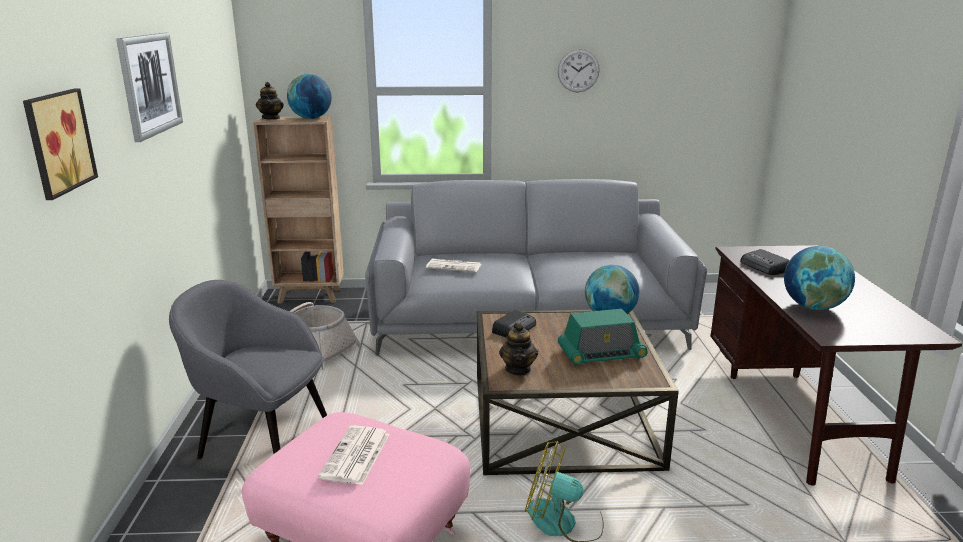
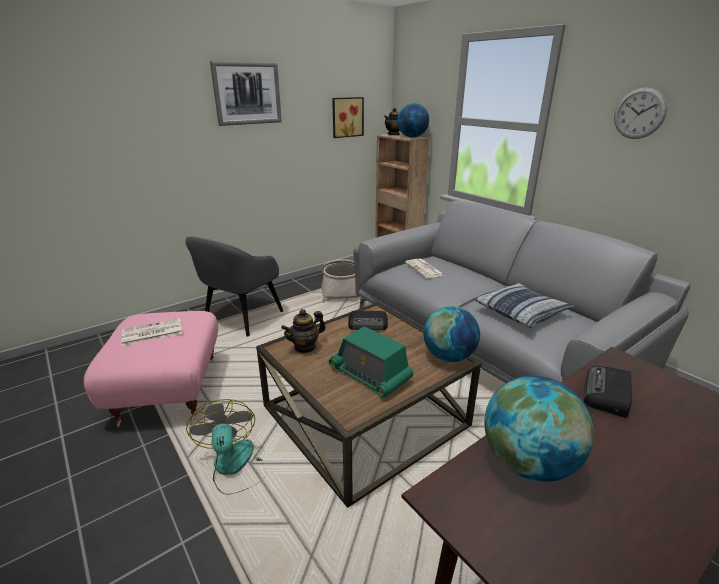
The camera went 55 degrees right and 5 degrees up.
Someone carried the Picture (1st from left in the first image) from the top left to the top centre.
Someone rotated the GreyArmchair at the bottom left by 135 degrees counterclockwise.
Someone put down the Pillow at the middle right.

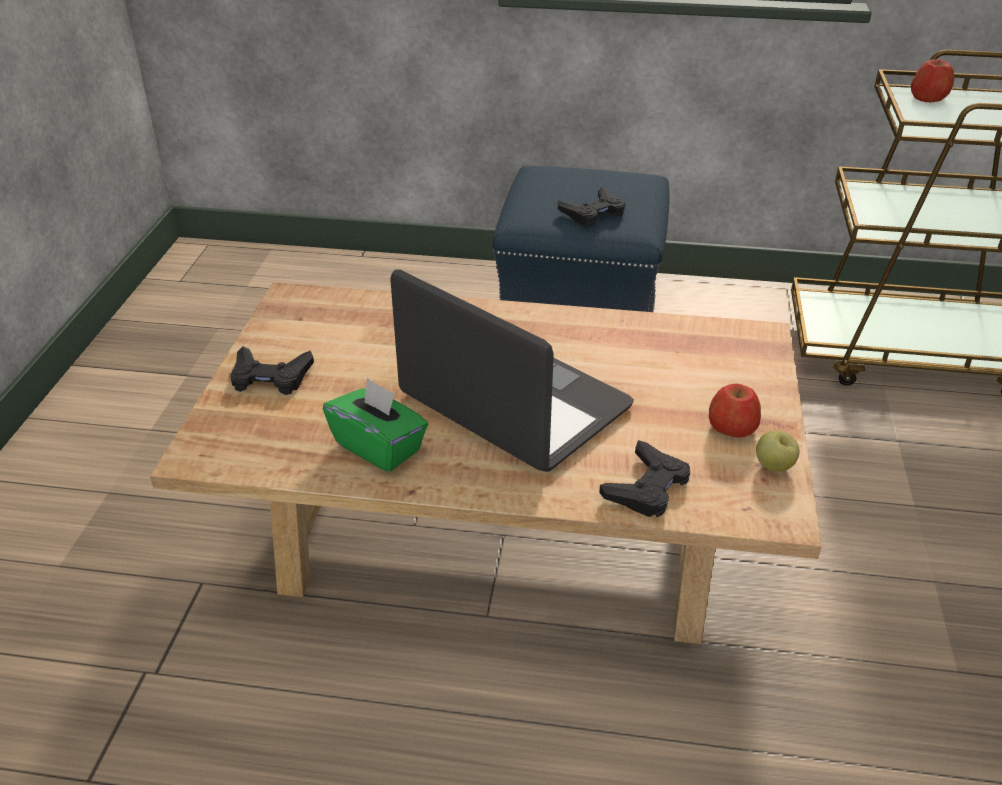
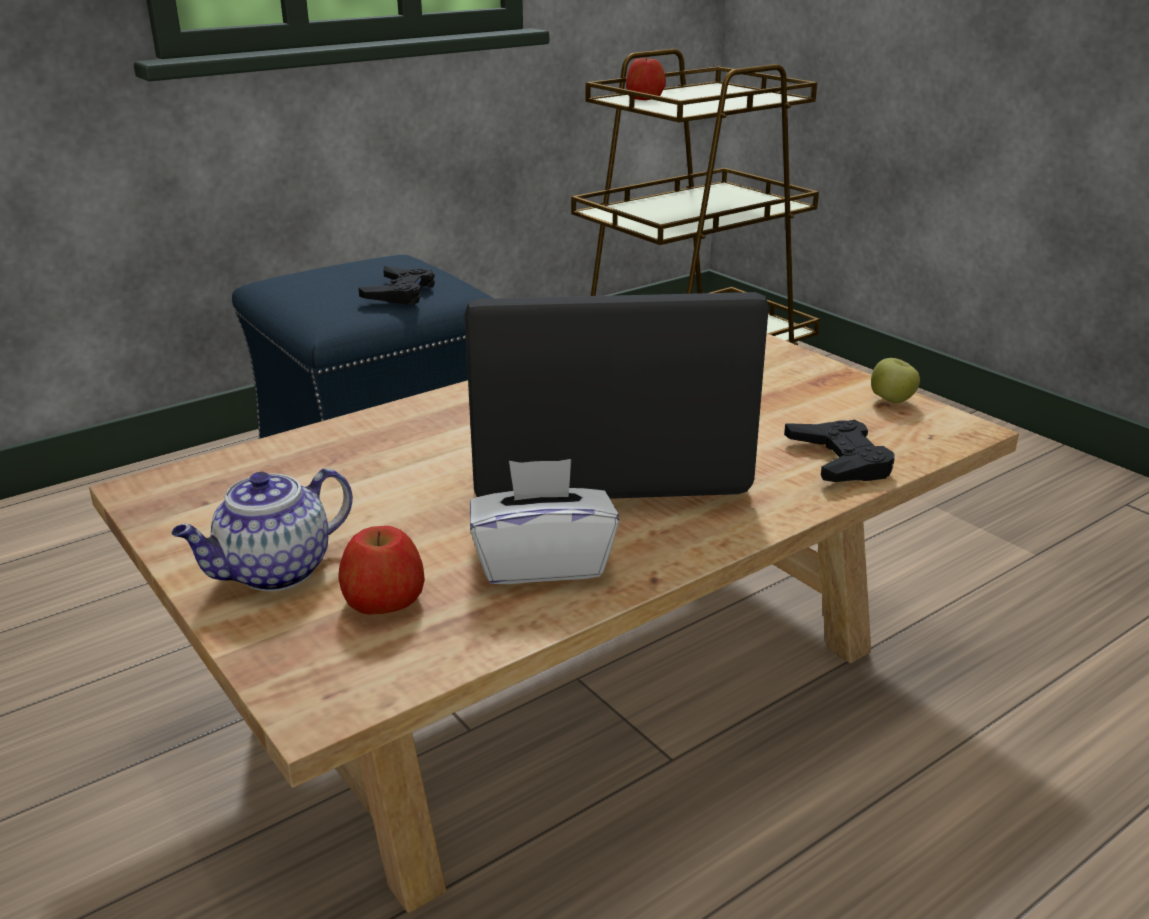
The camera went 45 degrees left and 10 degrees down.
Someone swapped the BlackGameController (1st from left) at the middle left for the Teapot at the middle left.
Someone repainted the GreenTissueBox at the centre, which became the WhiteTissueBox at the centre.
Someone carried the Apple (1st from left) from the middle right to the middle left.

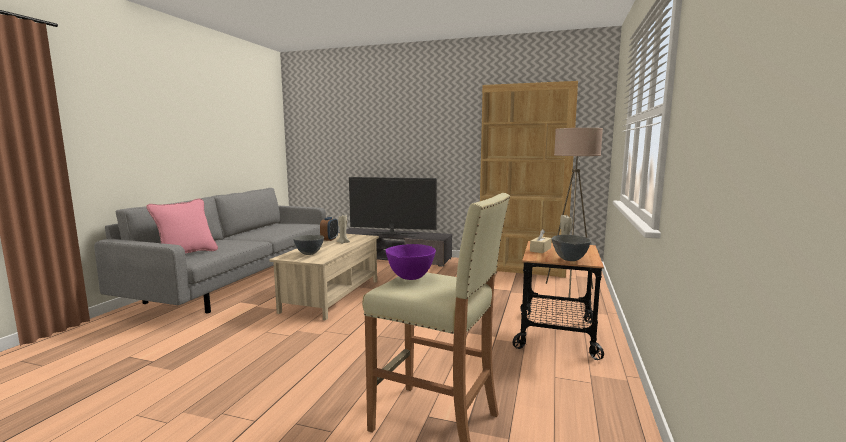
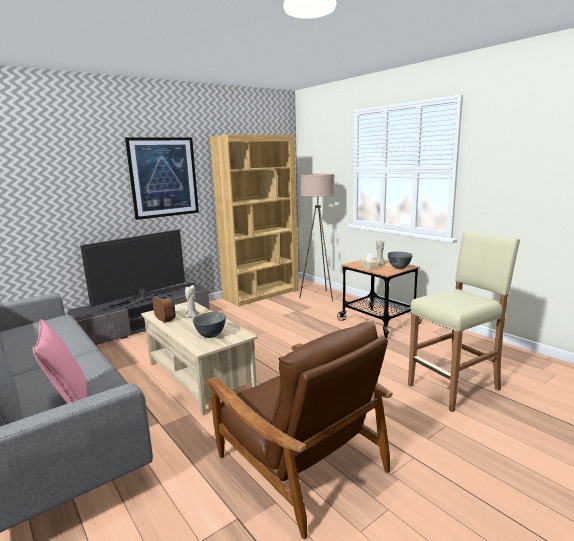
The camera went 55 degrees left and 5 degrees up.
Someone took away the PurpleBowl at the centre.
Someone put up the Picture at the top left.
Someone put down the BrownArmchair at the bottom centre.

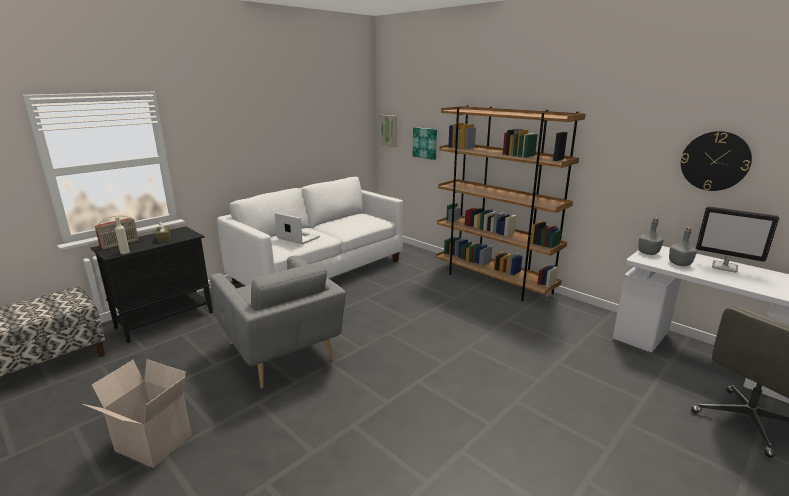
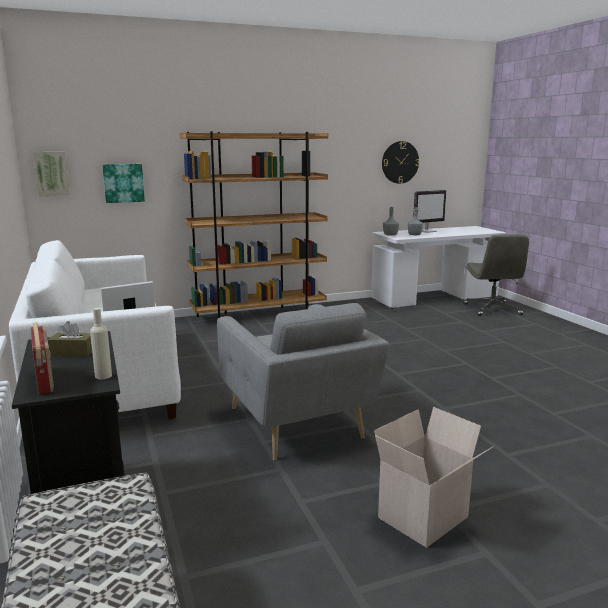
The camera went 65 degrees left and 5 degrees down.
Someone rotated the GreyArmchair at the centre by 75 degrees clockwise.

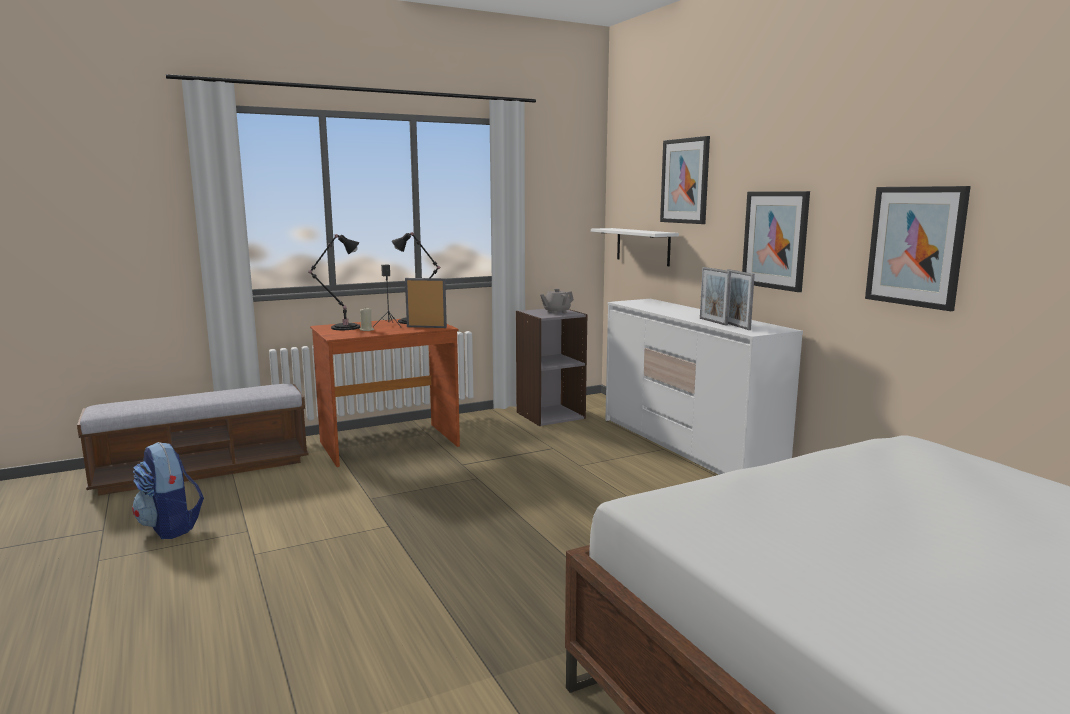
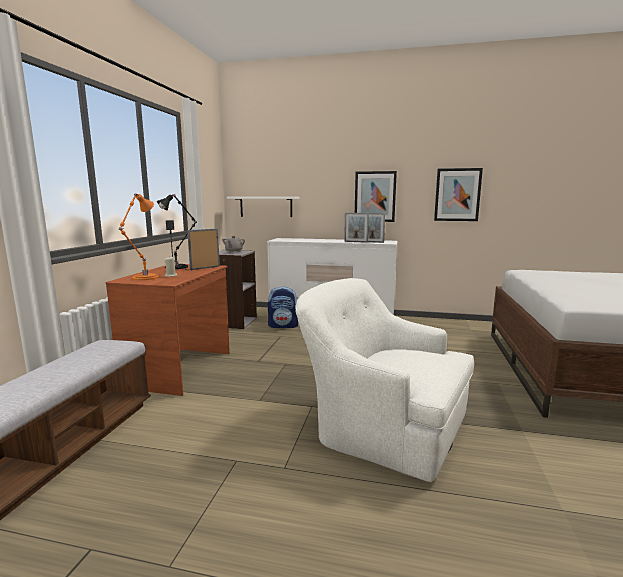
The camera went 50 degrees left and 0 degrees up.
Someone took away the Picture (1st from left) at the top centre.
Someone repainted the BlackTableLamp (1st from left) at the middle left, which became the OrangeTableLamp at the middle left.
Someone carried the Backpack from the bottom left to the centre.
Someone put down the WhiteArmchair at the centre.

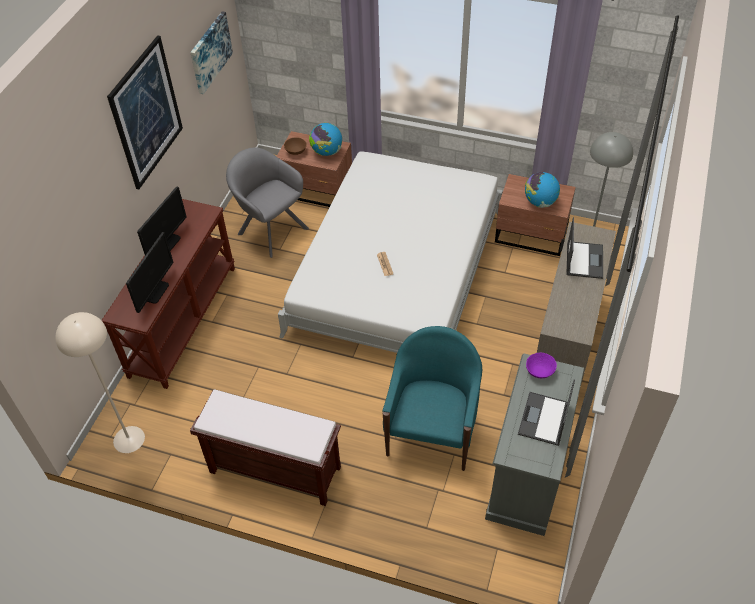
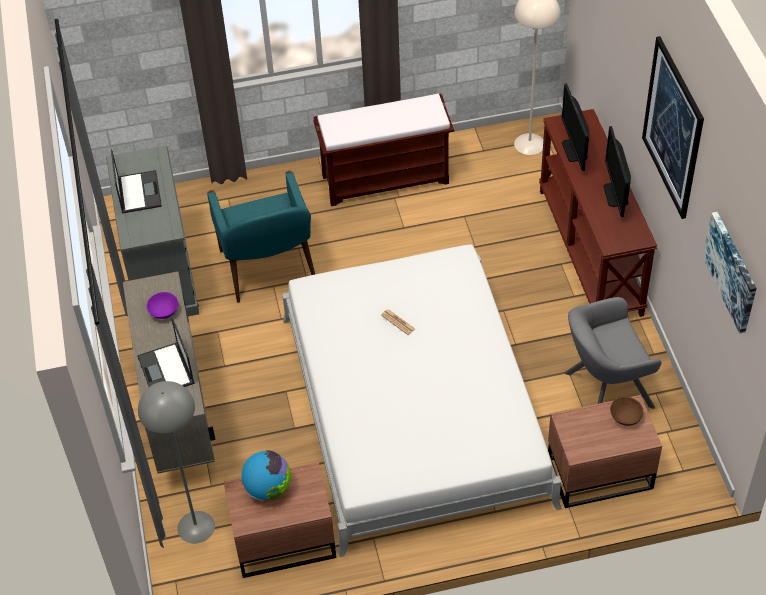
The camera went 150 degrees right and 0 degrees up.
Someone took away the Globe (1st from left) at the top centre.
Someone rotated the GreyArmchair at the centre by 150 degrees clockwise.
Someone carried the PurpleBowl from the middle right to the middle left.

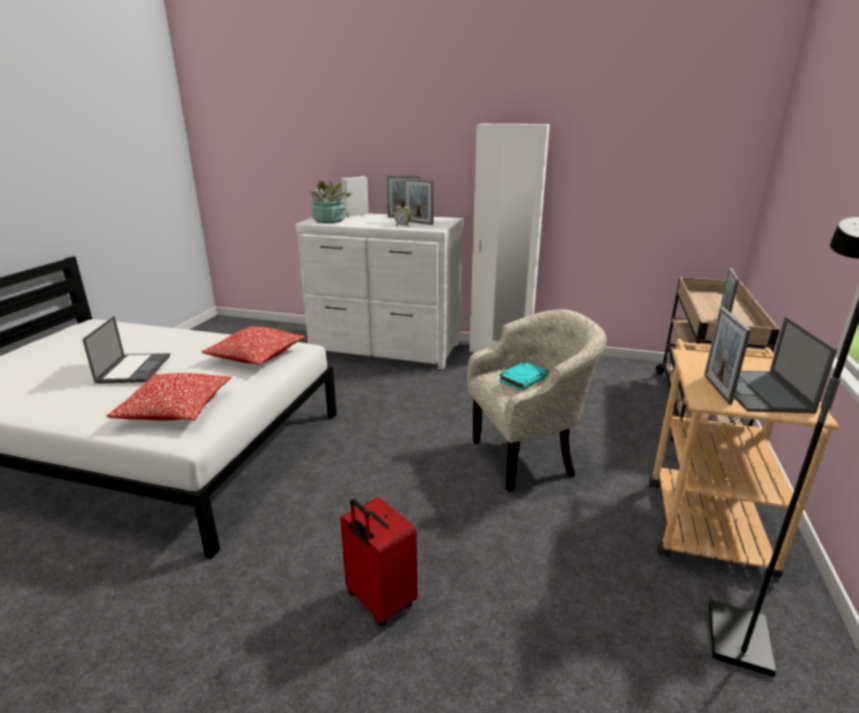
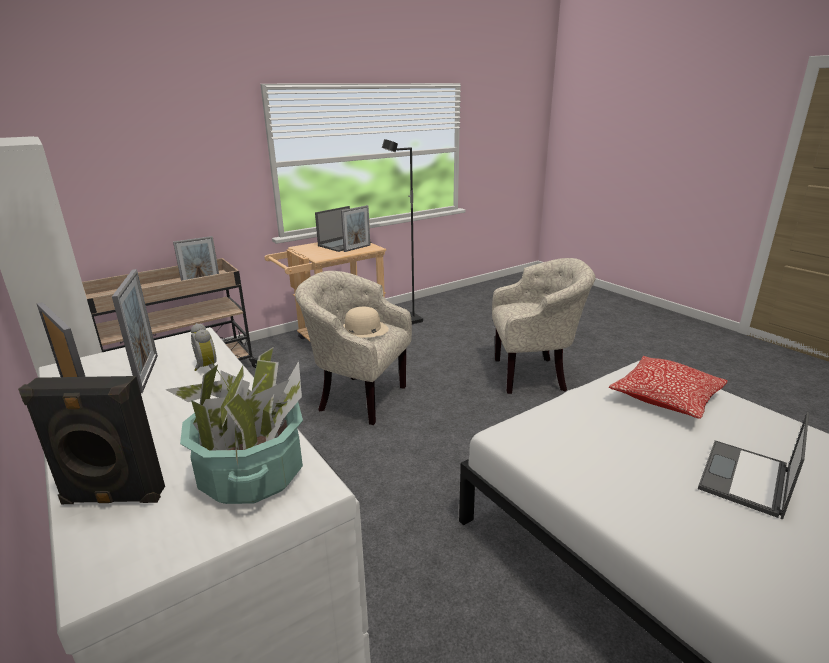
The camera went 140 degrees left and 0 degrees up.
Someone repainted the WhiteSpeaker at the top centre, which became the BlackSpeaker at the middle left.
Someone took away the Pillow (2nd from left) at the middle left.
Someone swapped the TurquoiseBook at the centre for the BeigeHat at the centre.
Someone swapped the RedSuitcase at the bottom centre for the BeigeArmchair (2nd from left) at the centre.

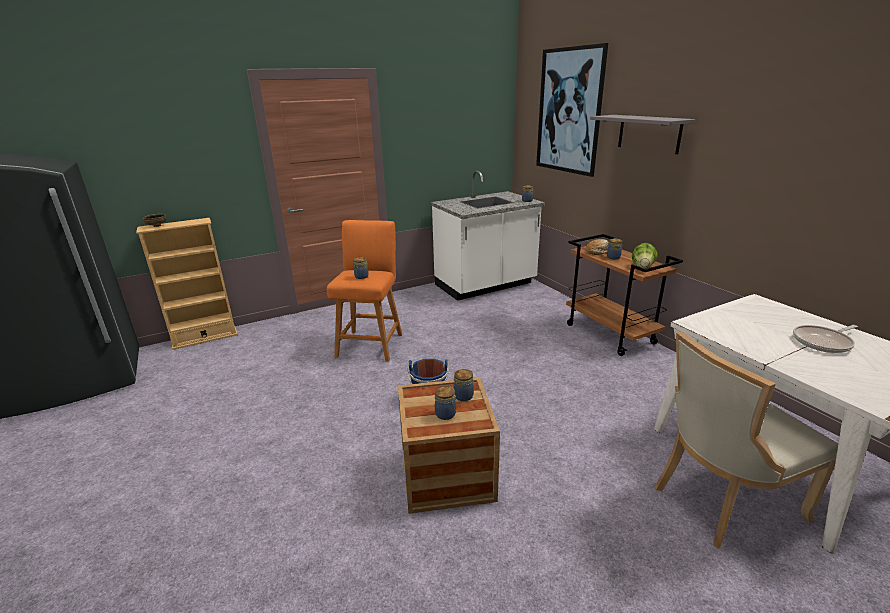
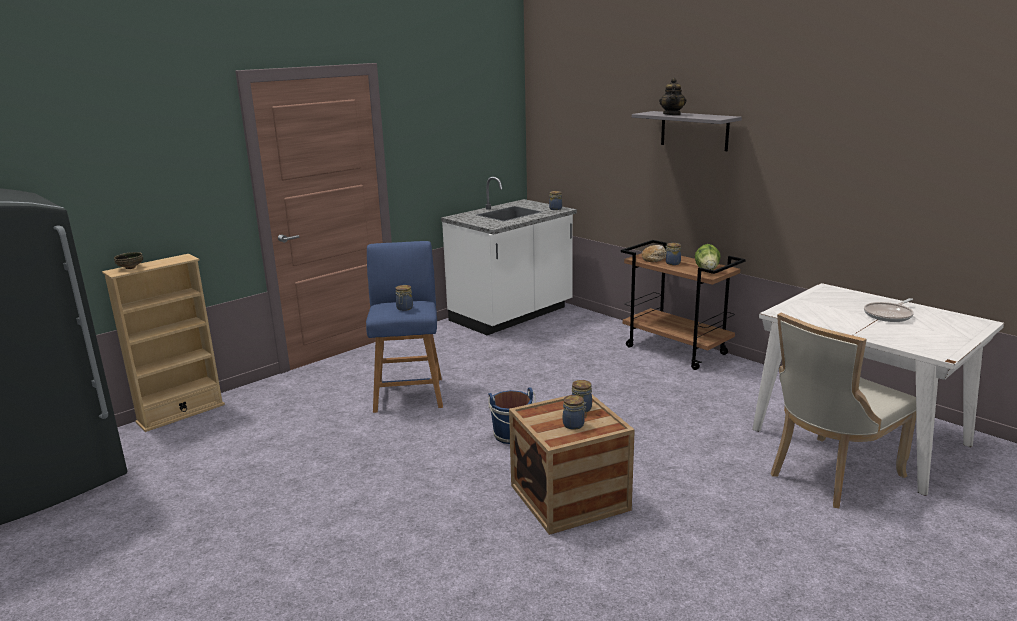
The camera went 15 degrees left and 5 degrees down.
Someone took away the Picture at the top centre.
Someone repainted the OrangeStool at the centre, which became the BlueStool at the centre.
Someone put down the Teapot at the top centre.

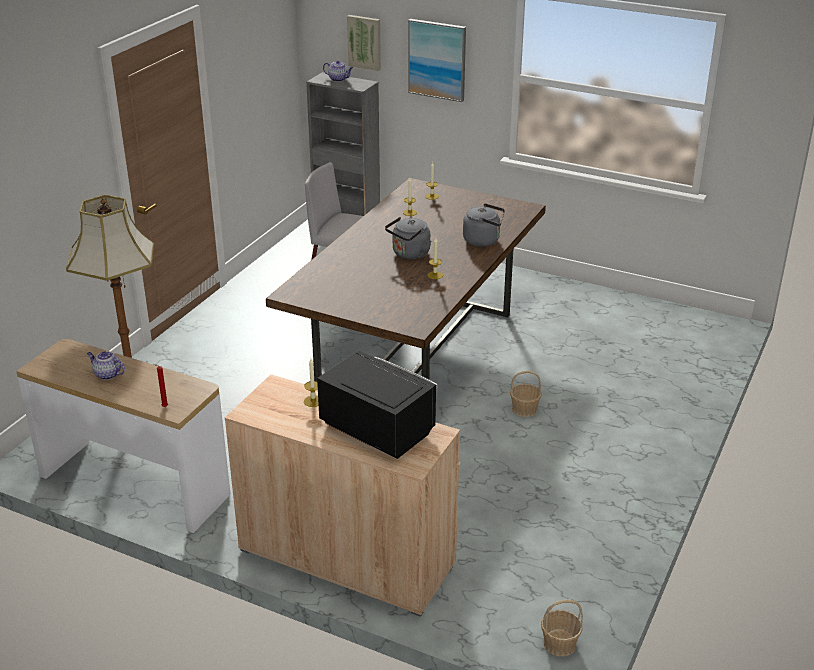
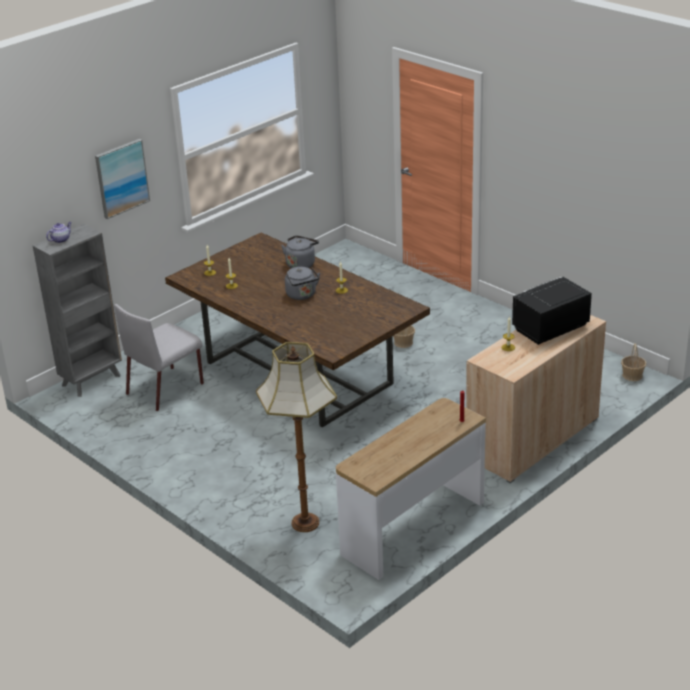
The camera went 70 degrees left and 0 degrees up.
Someone took away the Picture (1st from left) at the top centre.
Someone took away the Teapot (1st from left) at the middle left.

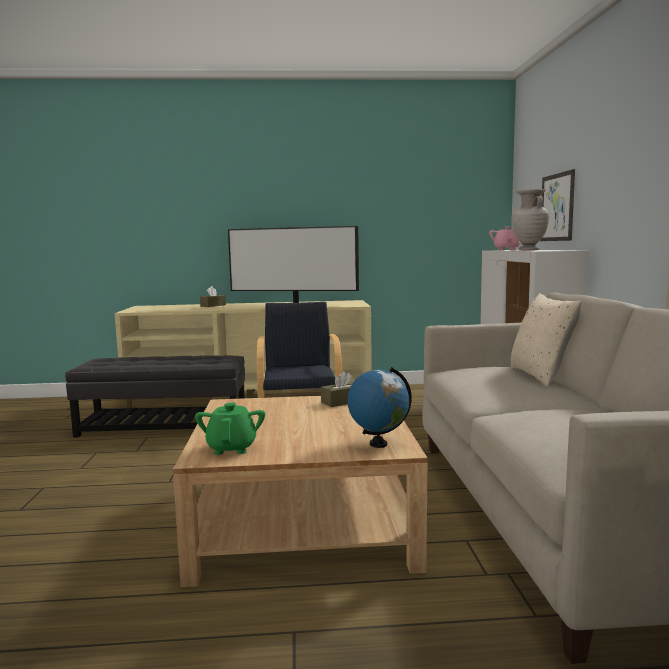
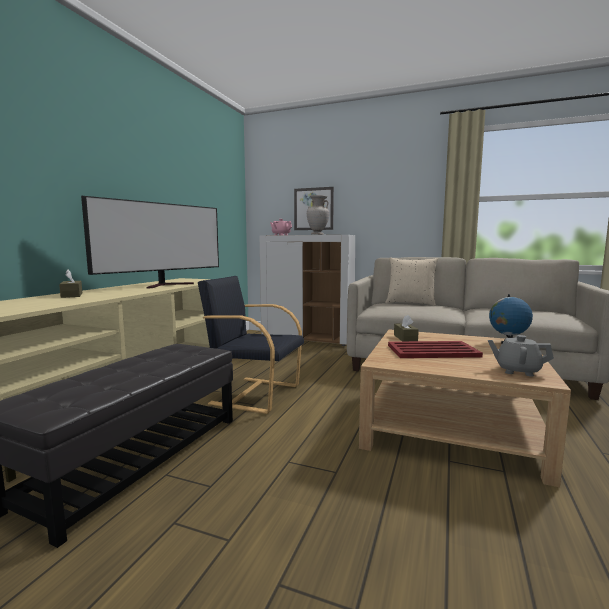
The camera went 65 degrees left and 0 degrees up.
Someone repainted the GreenTeapot at the centre, which became the GreyTeapot at the middle right.
Someone put down the RedTray at the middle right.

